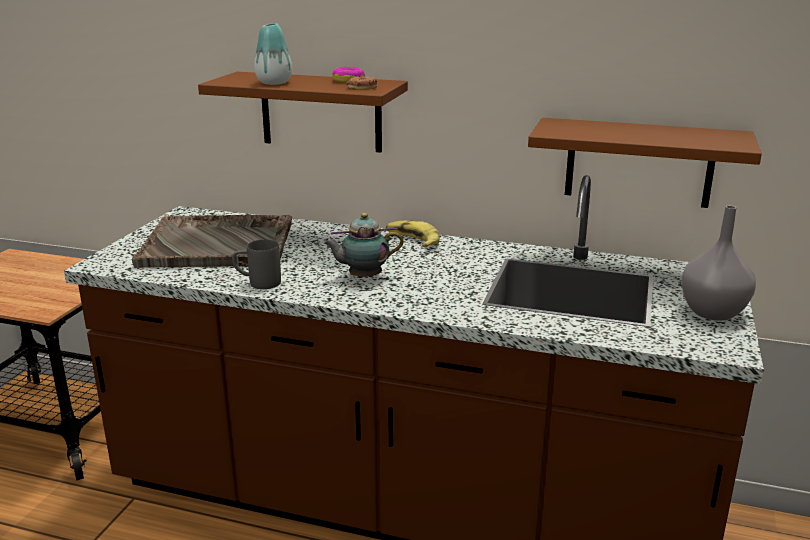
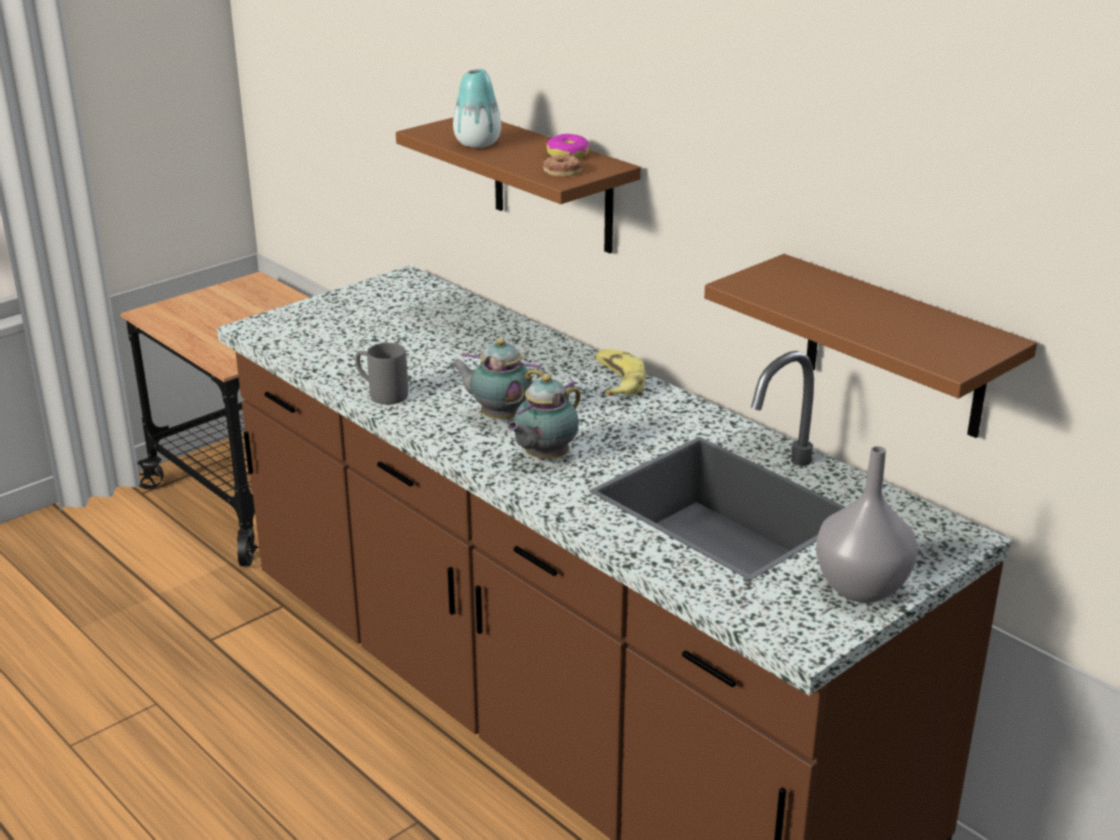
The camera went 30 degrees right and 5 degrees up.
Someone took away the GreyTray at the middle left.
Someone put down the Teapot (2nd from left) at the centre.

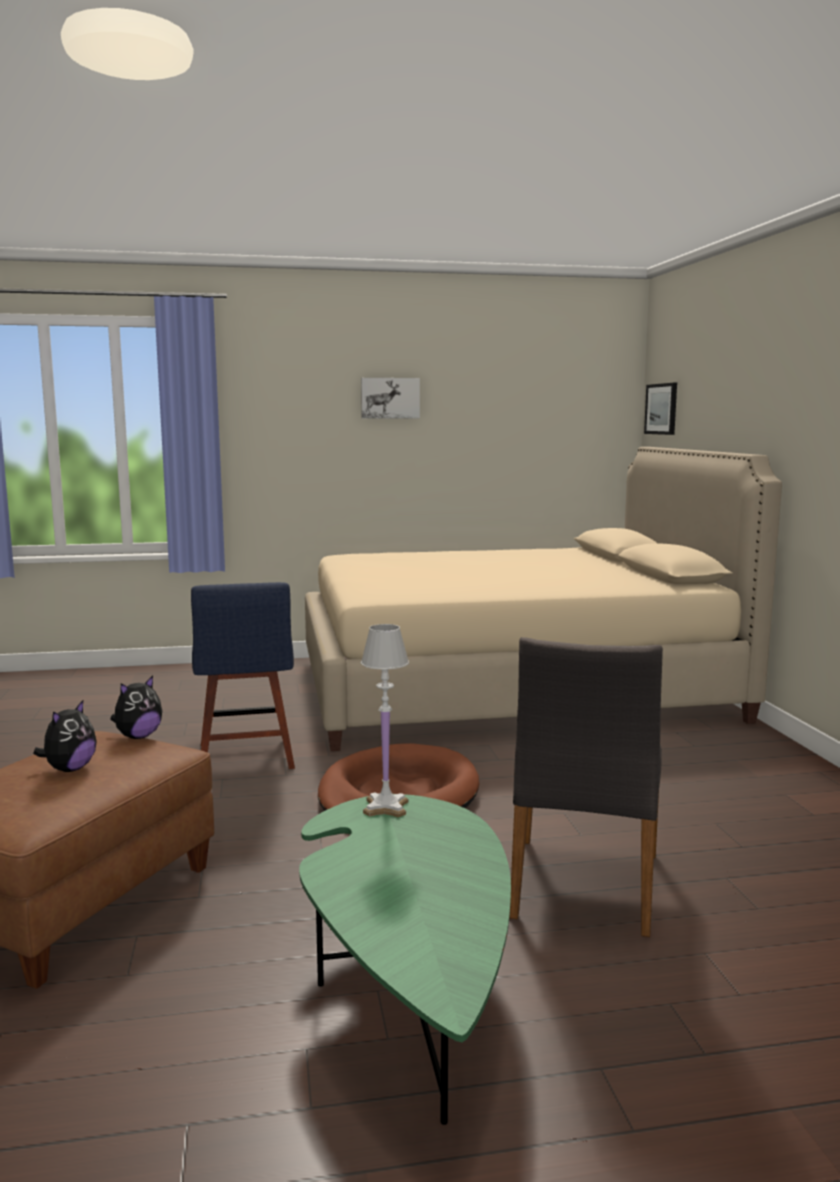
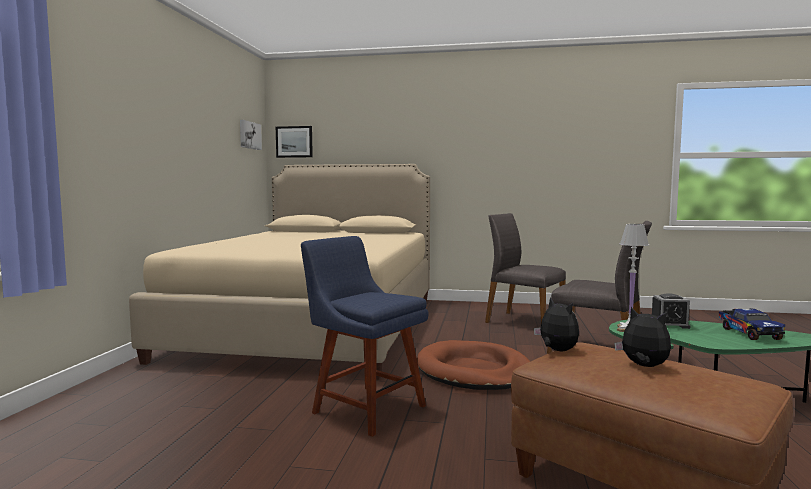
The camera went 70 degrees left and 5 degrees down.
Someone carried the Picture (1st from left) from the centre to the top left.
Someone rotated the BlueChair at the middle left by 150 degrees counterclockwise.
Someone put down the GreyChair (1st from left) at the centre.
Someone put down the AlarmClock at the middle right.
Someone put down the ToyTruck at the middle right.

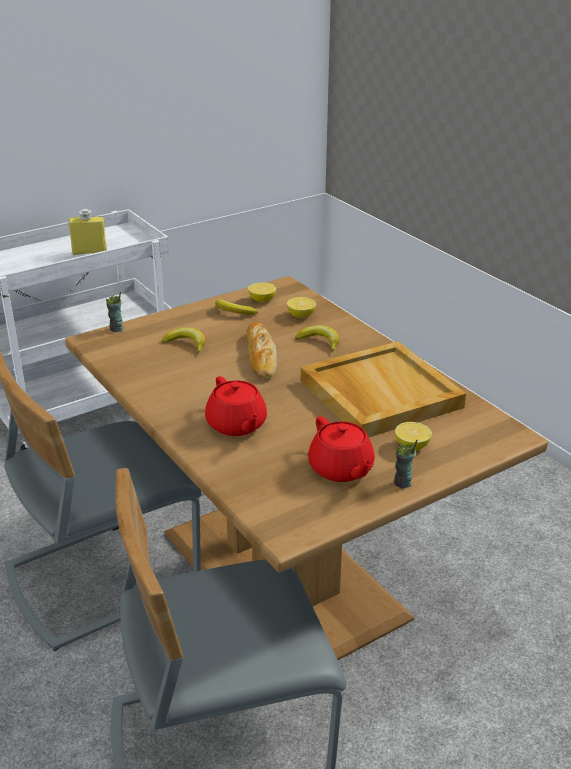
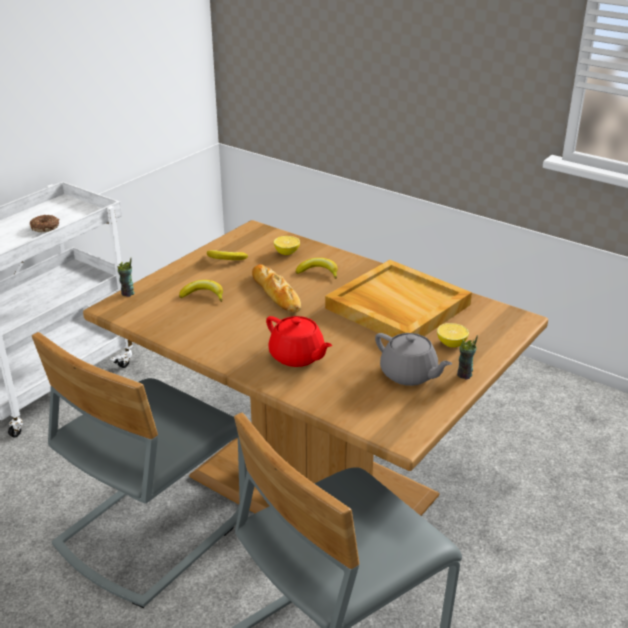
The camera went 20 degrees left and 0 degrees up.
Someone swapped the YellowBottle at the top left for the Donut at the middle left.
Someone took away the Lemon (1st from left) at the centre.
Someone repainted the RedTeapot (2nd from left) at the centre, which became the GreyTeapot at the centre.

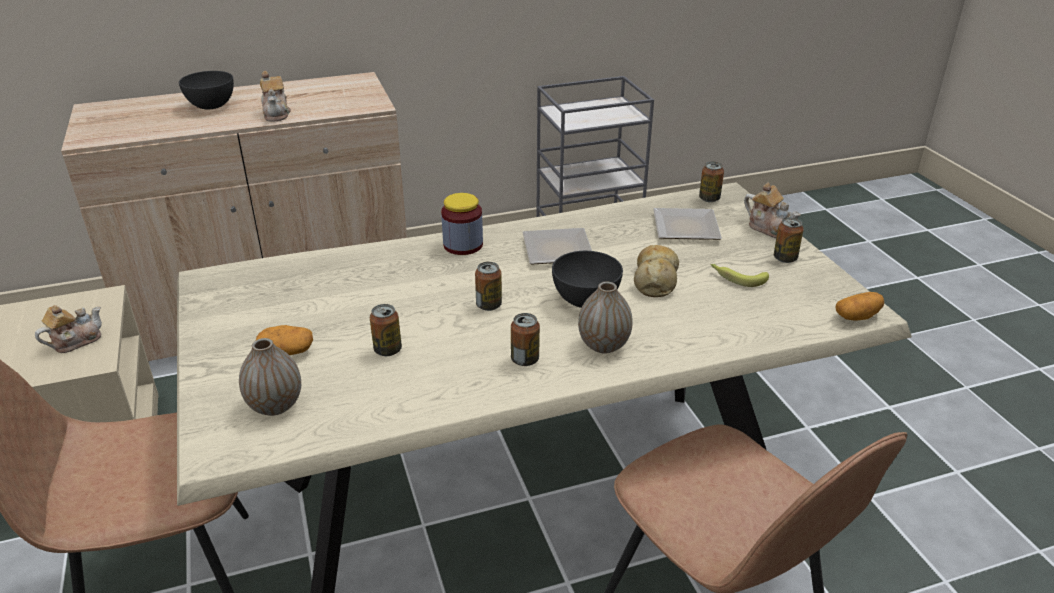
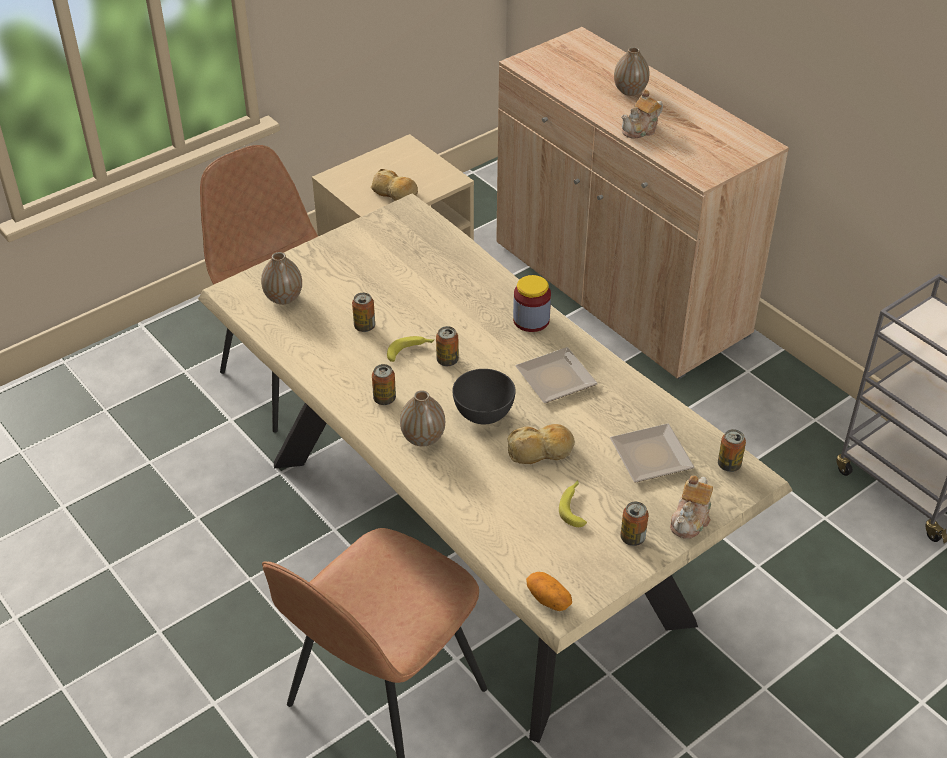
The camera went 70 degrees right and 10 degrees up.
Someone swapped the GreyBowl (1st from left) at the top left for the Vase (3rd from left) at the top centre.
Someone swapped the Teapot (1st from left) at the middle left for the Bread (1st from left) at the top centre.
Someone took away the Potato (1st from left) at the middle left.
Someone put down the Banana (1st from left) at the centre.

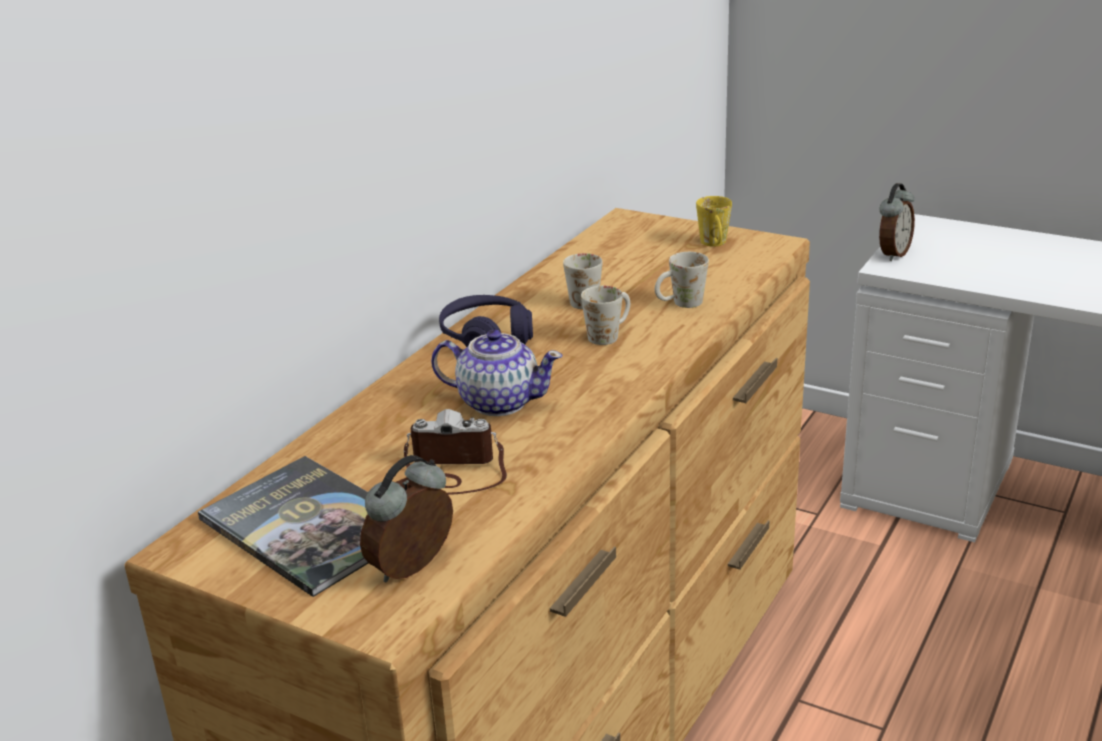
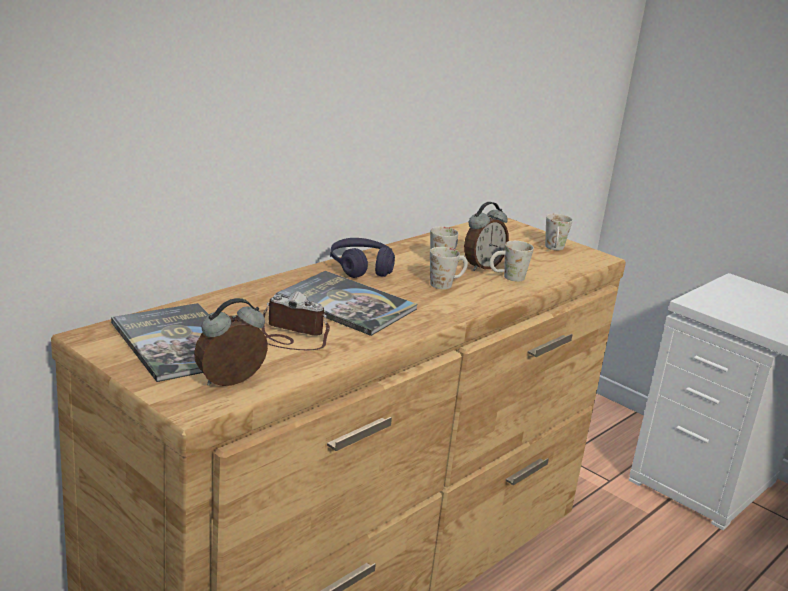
The camera went 10 degrees right and 5 degrees down.
Someone carried the AlarmClock (2nd from left) from the top right to the centre.
Someone repainted the YellowMug at the top centre, which became the WhiteMug (4th from left) at the middle right.
Someone swapped the Teapot at the centre for the Book (2nd from left) at the centre.

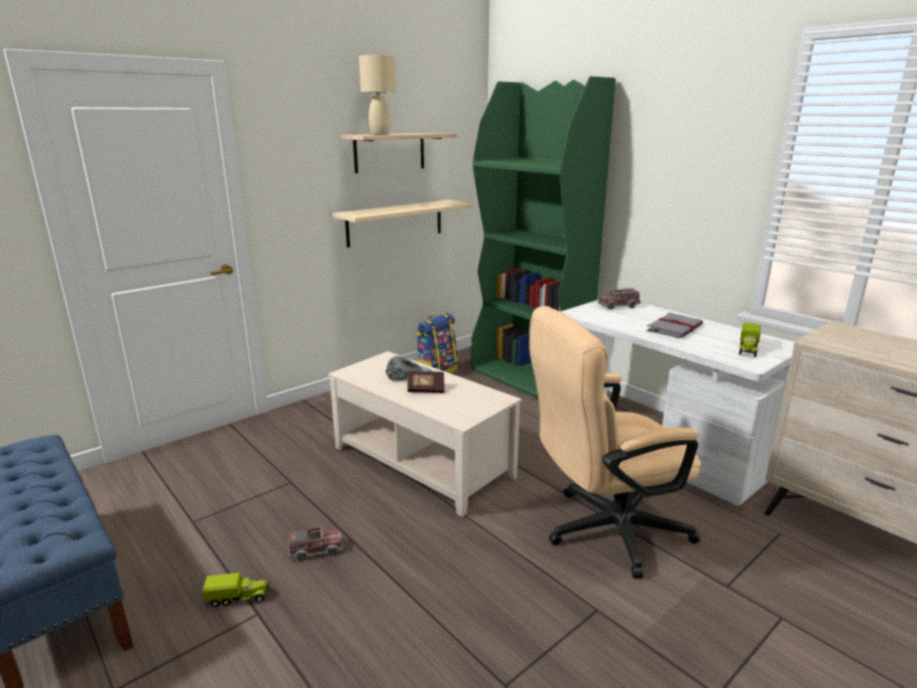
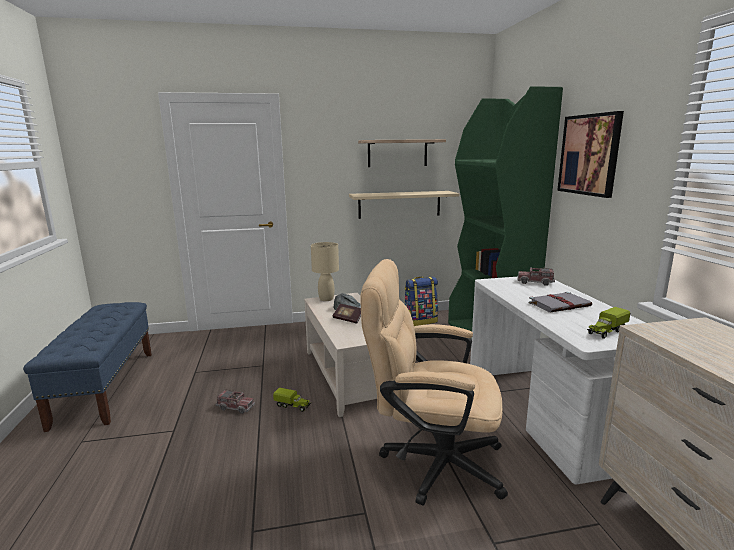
The camera went 30 degrees right and 5 degrees down.
Someone carried the BeigeTableLamp from the top centre to the centre.
Someone carried the ToyTruck (1st from left in the first image) from the bottom left to the bottom centre.
Someone put up the Picture at the top right.

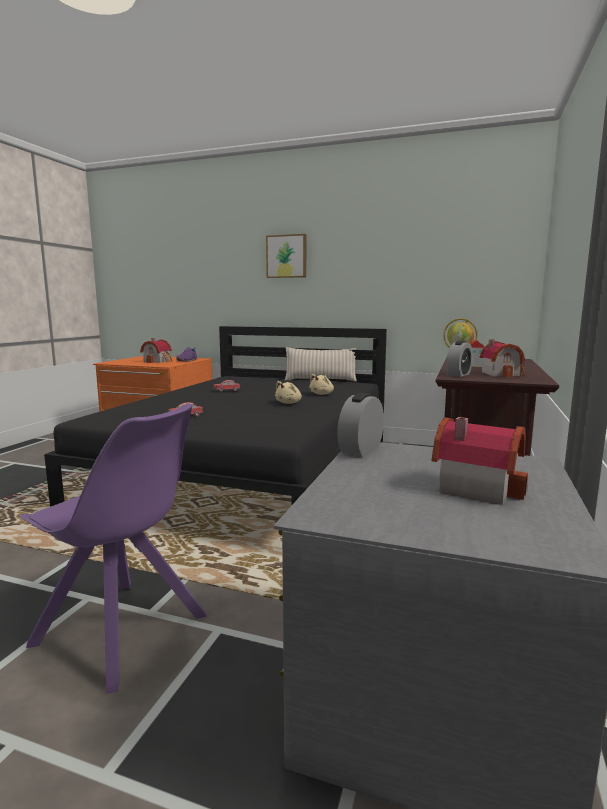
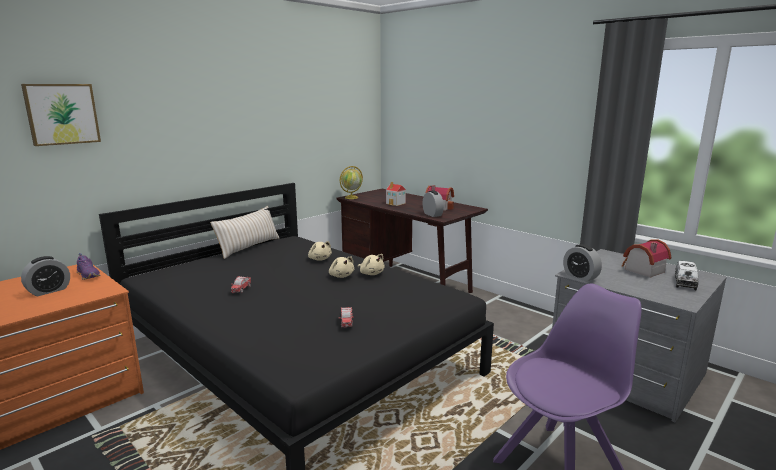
The camera went 65 degrees left and 5 degrees up.
Someone carried the Picture from the top centre to the top left.
Someone swapped the ToyHouse (1st from left) at the middle left for the AlarmClock (1st from left) at the middle left.
Someone put down the BeigePlushToy (3rd from left) at the centre.
Someone put down the ToyTruck at the middle right.

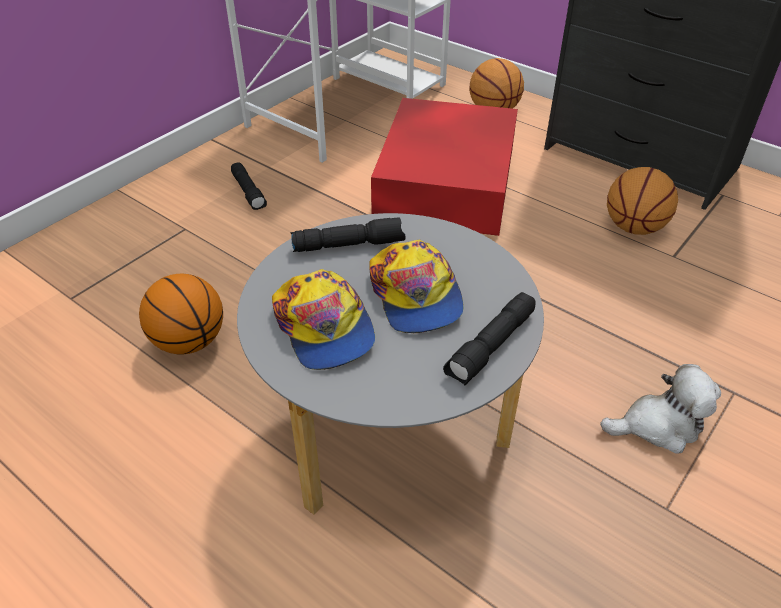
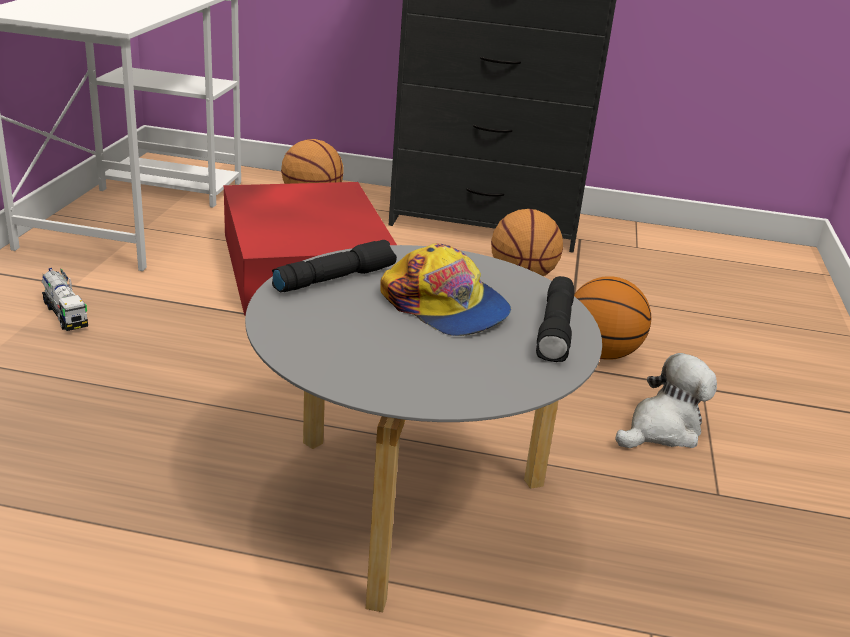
The camera went 30 degrees left and 15 degrees down.
Someone swapped the BlackFlashlight (1st from left) at the top left for the ToyTruck at the middle left.
Someone took away the Cap (1st from left) at the centre.
Someone carried the Basketball (1st from left in the first image) from the middle left to the middle right.

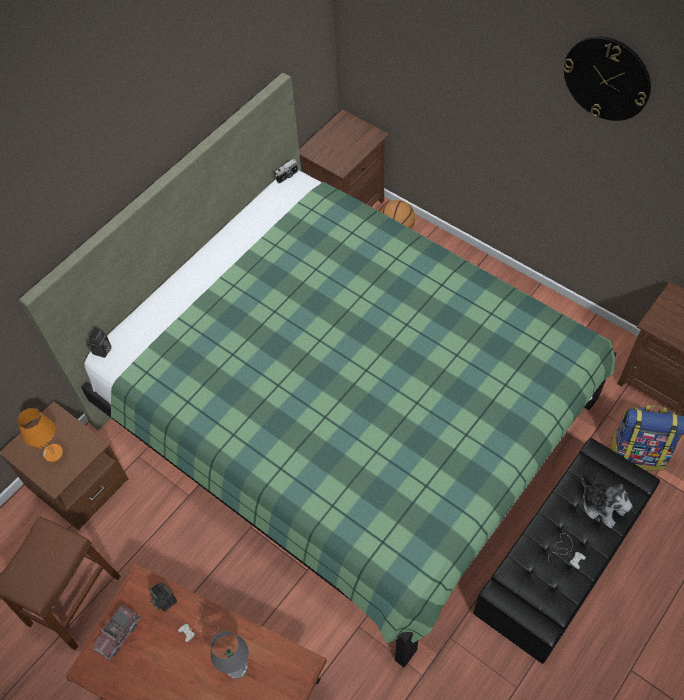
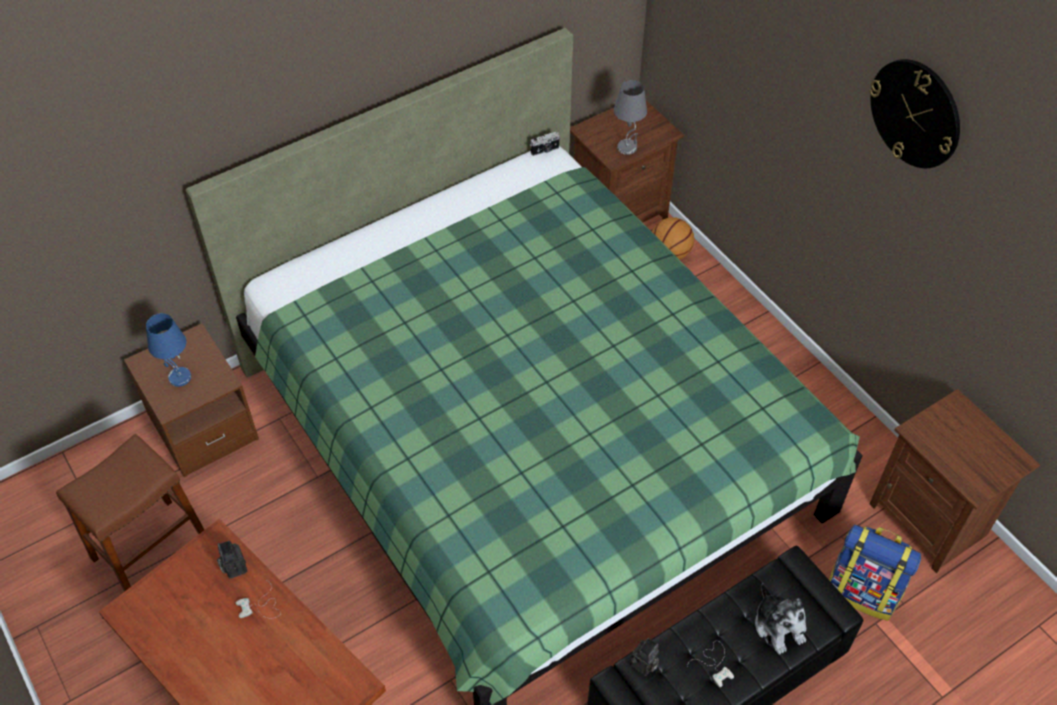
The camera went 15 degrees right and 5 degrees down.
Someone carried the PhotoCamera (1st from left in the first image) from the middle left to the bottom centre.
Someone repainted the OrangeTableLamp at the middle left, which became the BlueTableLamp at the middle left.
Someone took away the ToyTruck at the bottom left.
Someone carried the GreyTableLamp from the bottom centre to the top centre.

